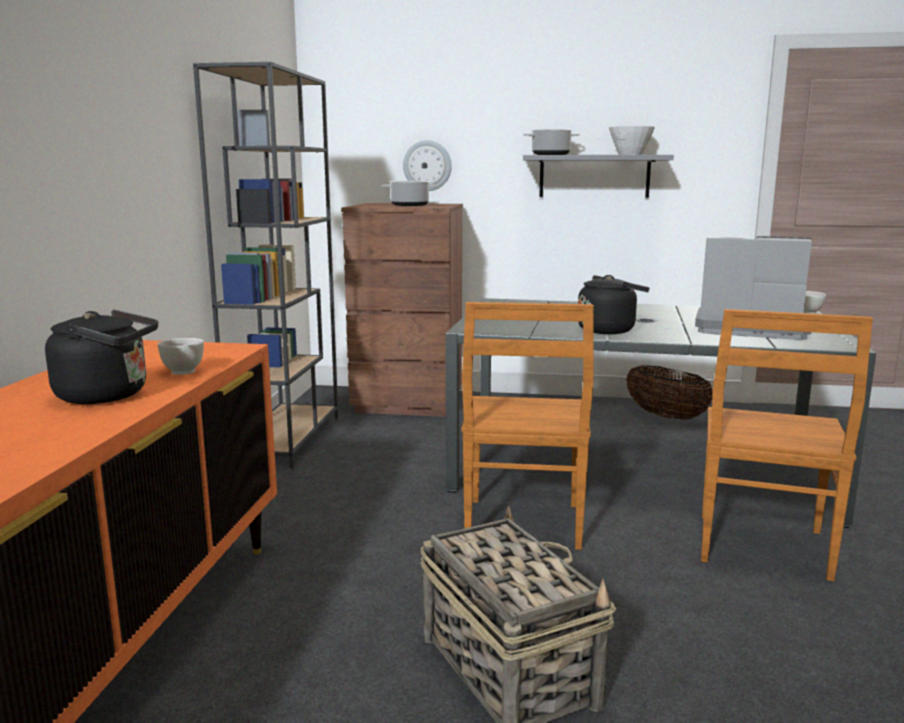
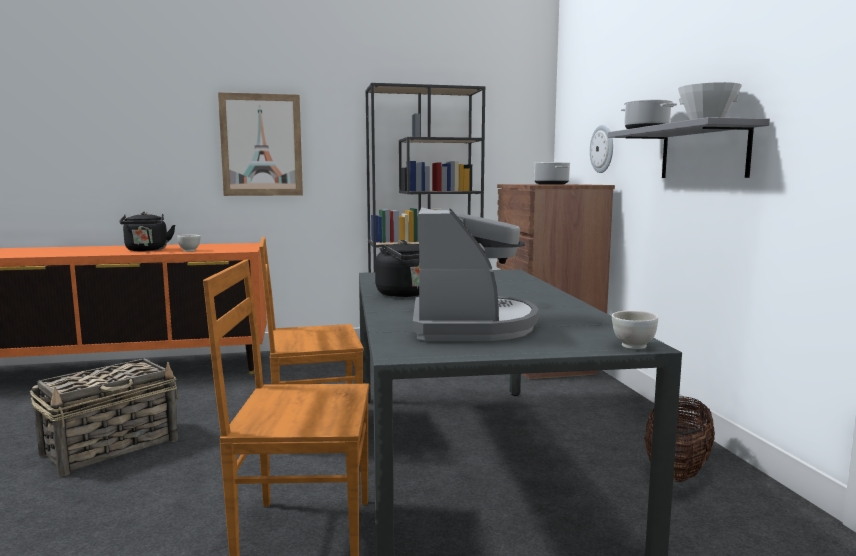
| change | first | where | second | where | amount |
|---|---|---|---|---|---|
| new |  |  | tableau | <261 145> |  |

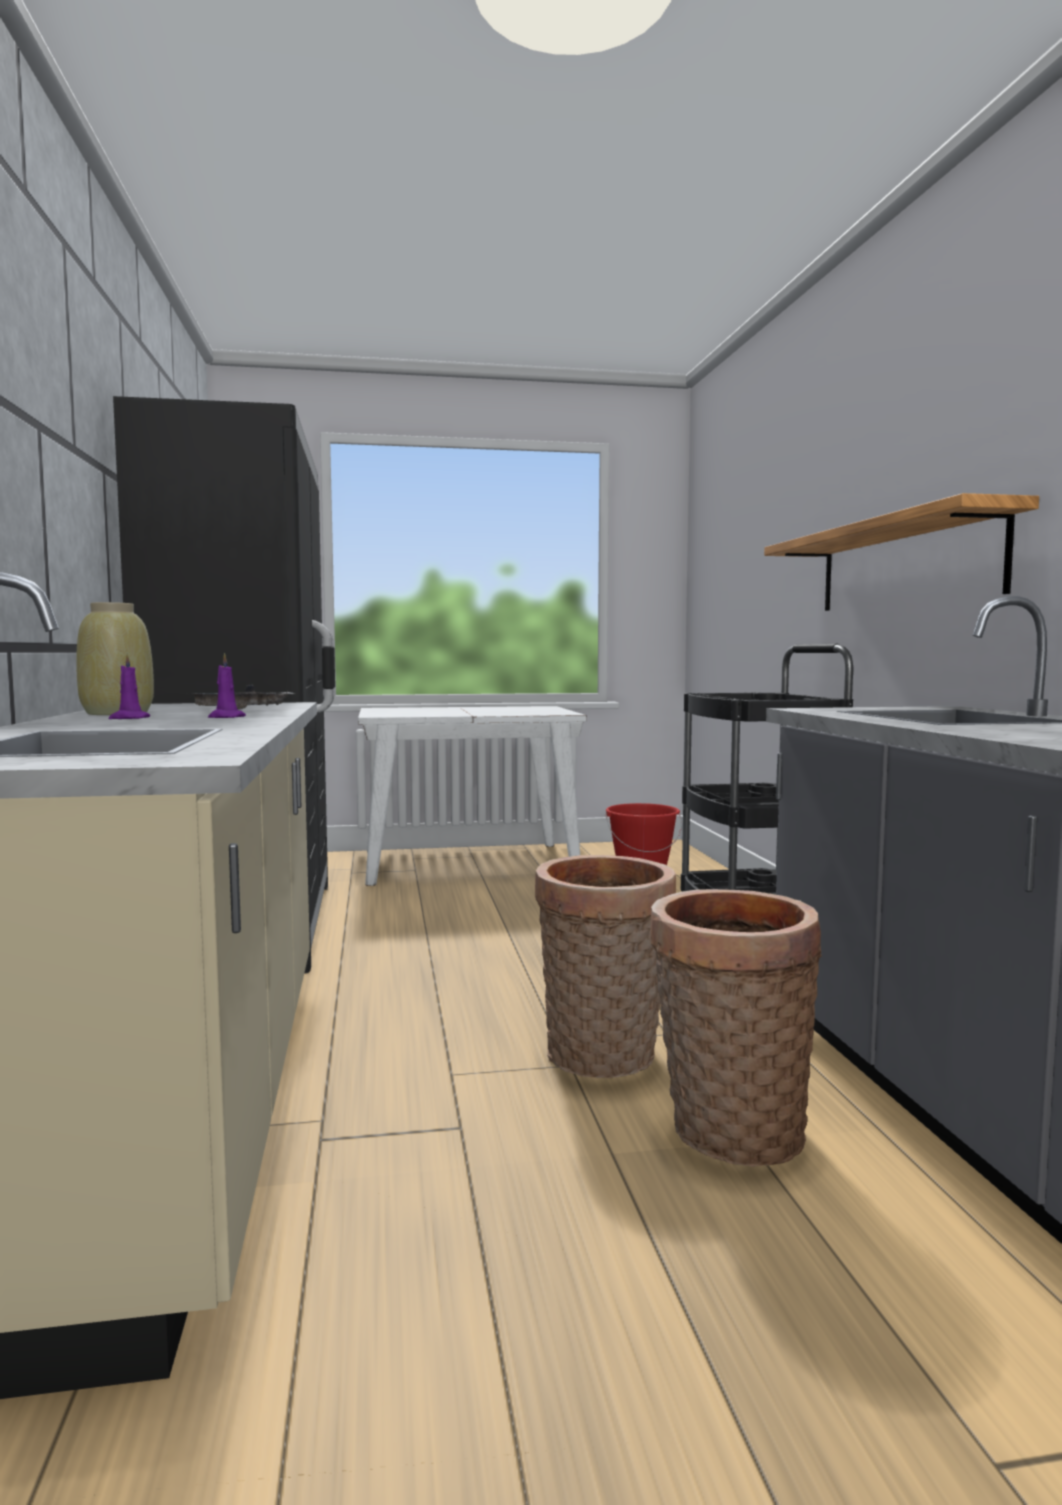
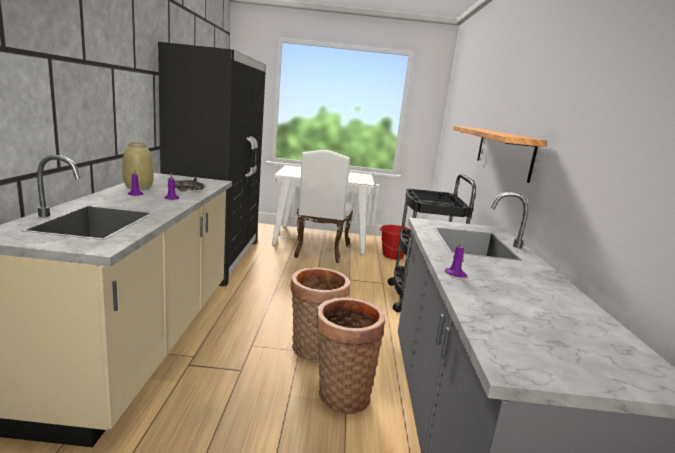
| change | first | where | second | where | amount |
|---|---|---|---|---|---|
| new |  |  | chaise (blanc) | <319 251> |  |
| new |  |  | bougie (violet) | <456 274> |  |

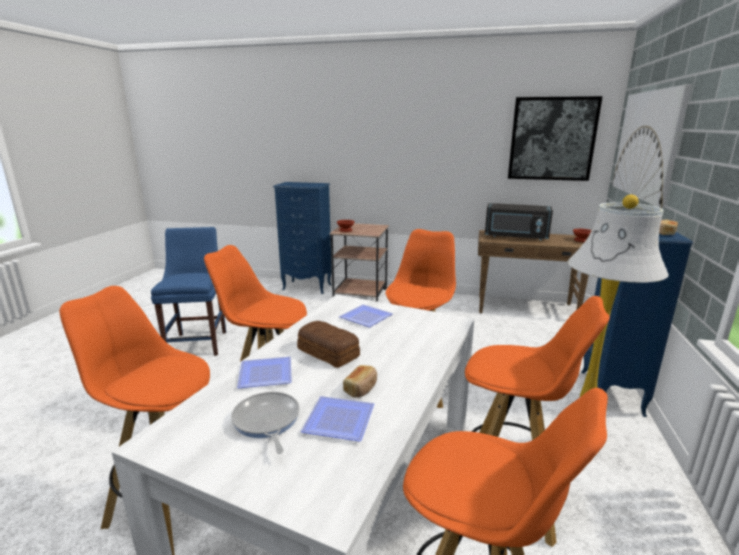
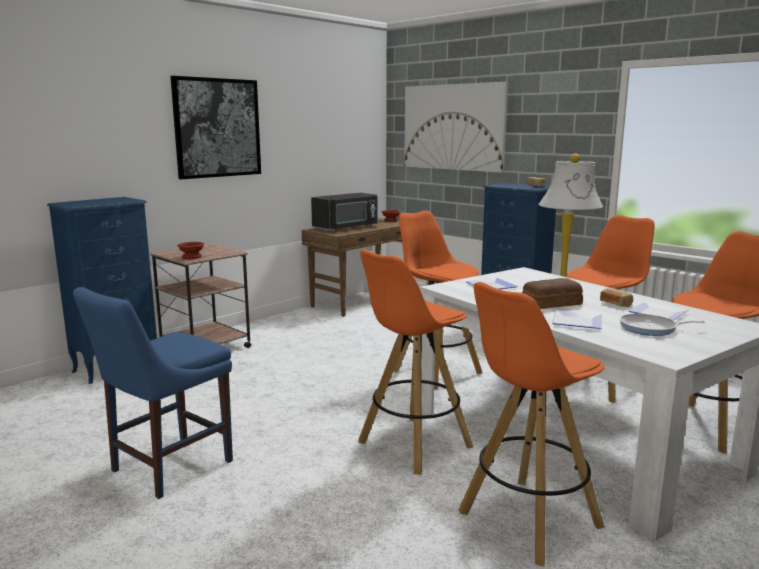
| change | first | where | second | where | amount |
|---|---|---|---|---|---|
| rotated | chaise (bleu) | <199 342> |  | <166 468> | 75 degrees counterclockwise |
| shifted | tableau | <552 139> |  | <217 128> |  |

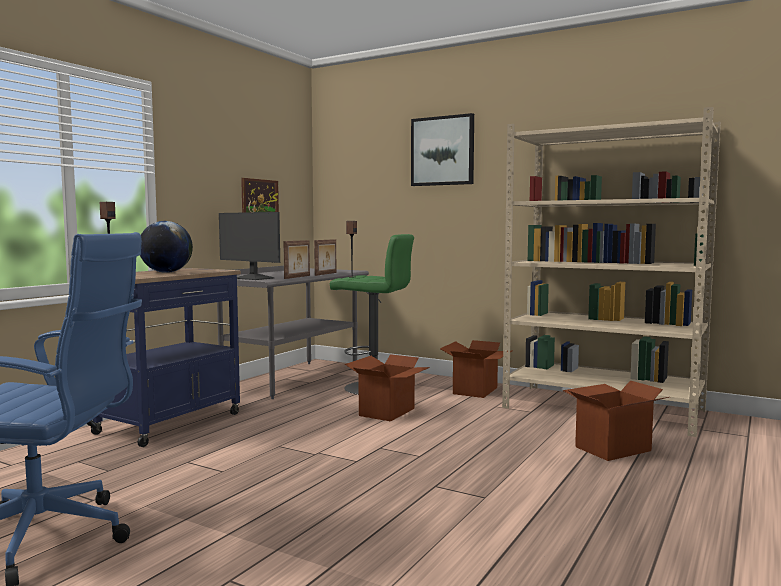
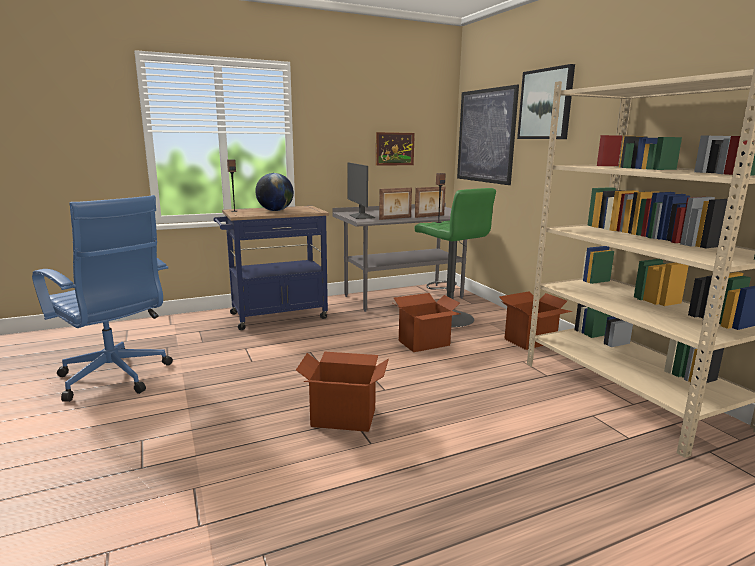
| change | first | where | second | where | amount |
|---|---|---|---|---|---|
| shifted | carton | <612 448> |  | <343 417> |  |
| new |  |  | tableau | <485 136> |  |

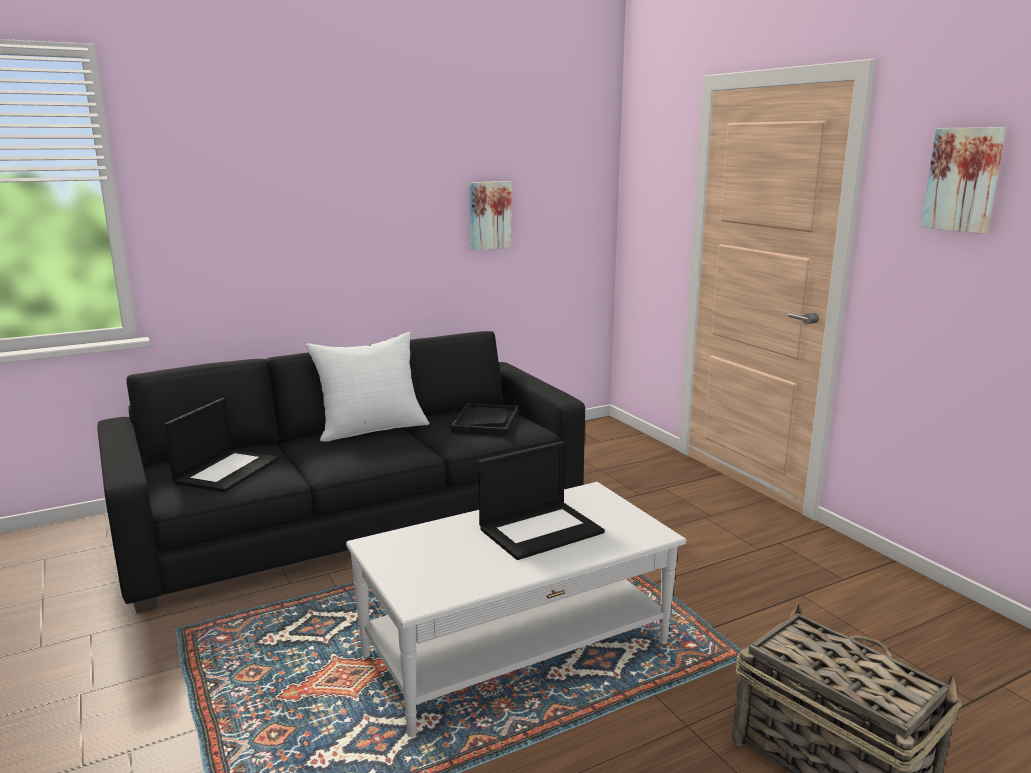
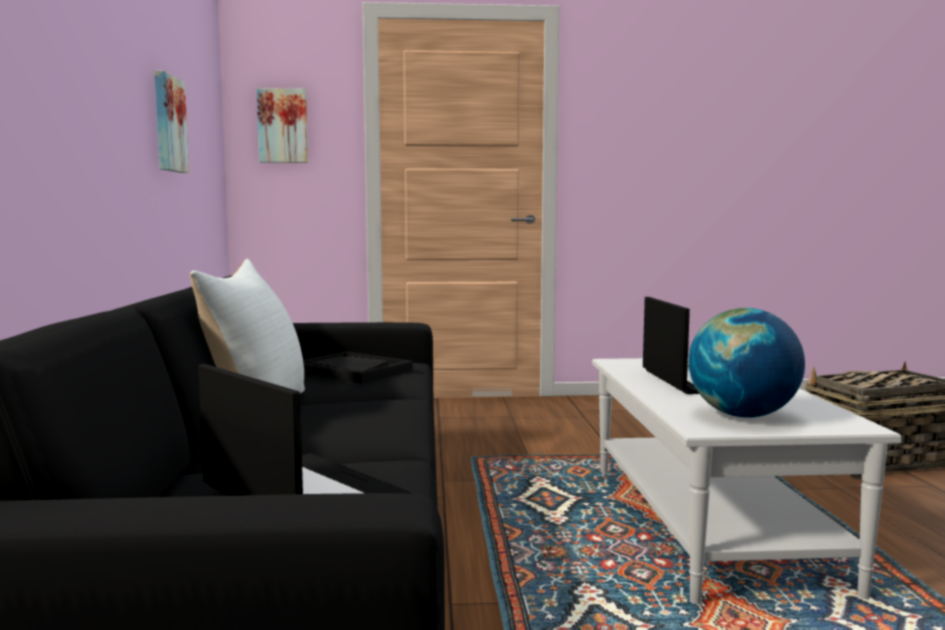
| change | first | where | second | where | amount |
|---|---|---|---|---|---|
| shifted | tableau | <964 179> |  | <283 126> |  |
| new |  |  | globe | <742 415> |  |

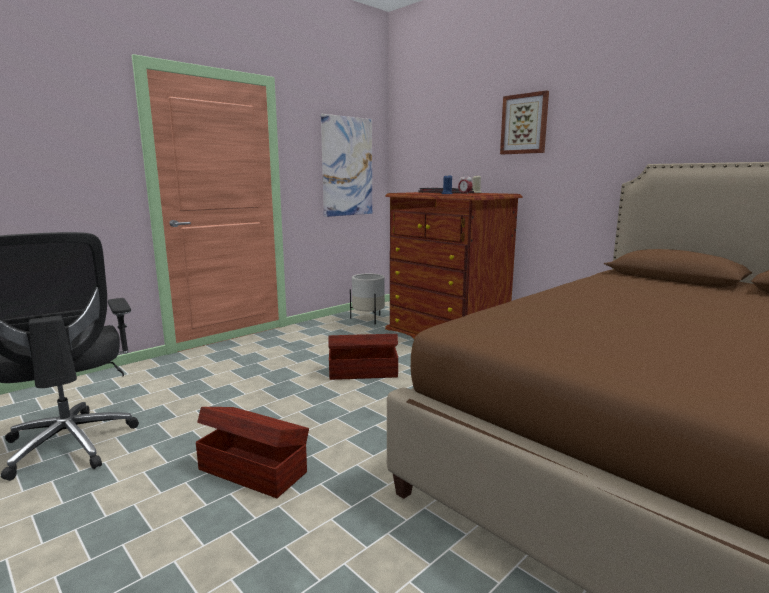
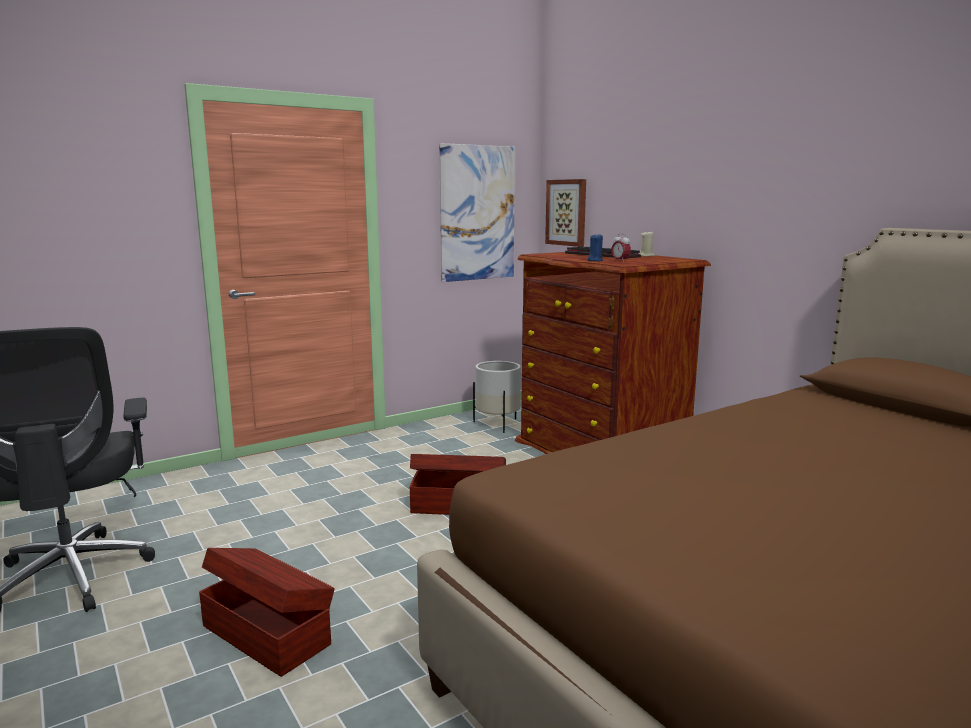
| change | first | where | second | where | amount |
|---|---|---|---|---|---|
| shifted | tableau | <524 124> |  | <567 212> |  |

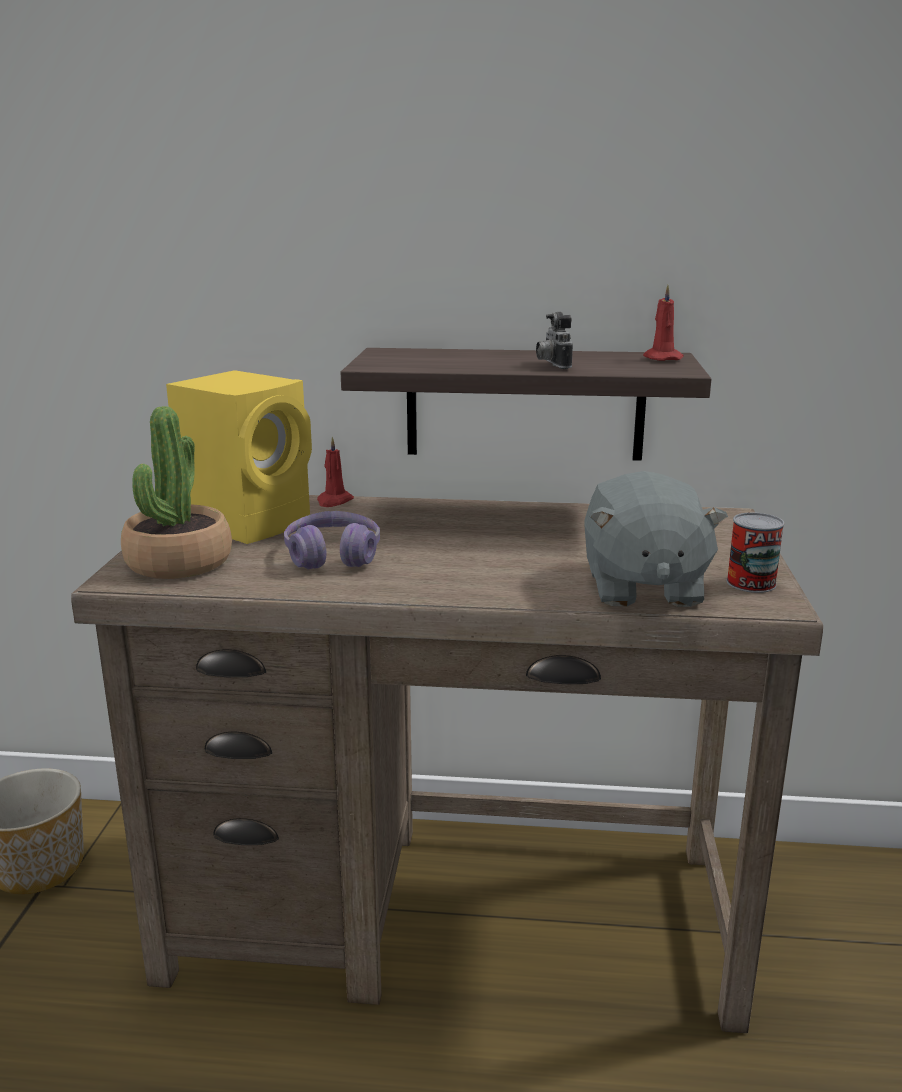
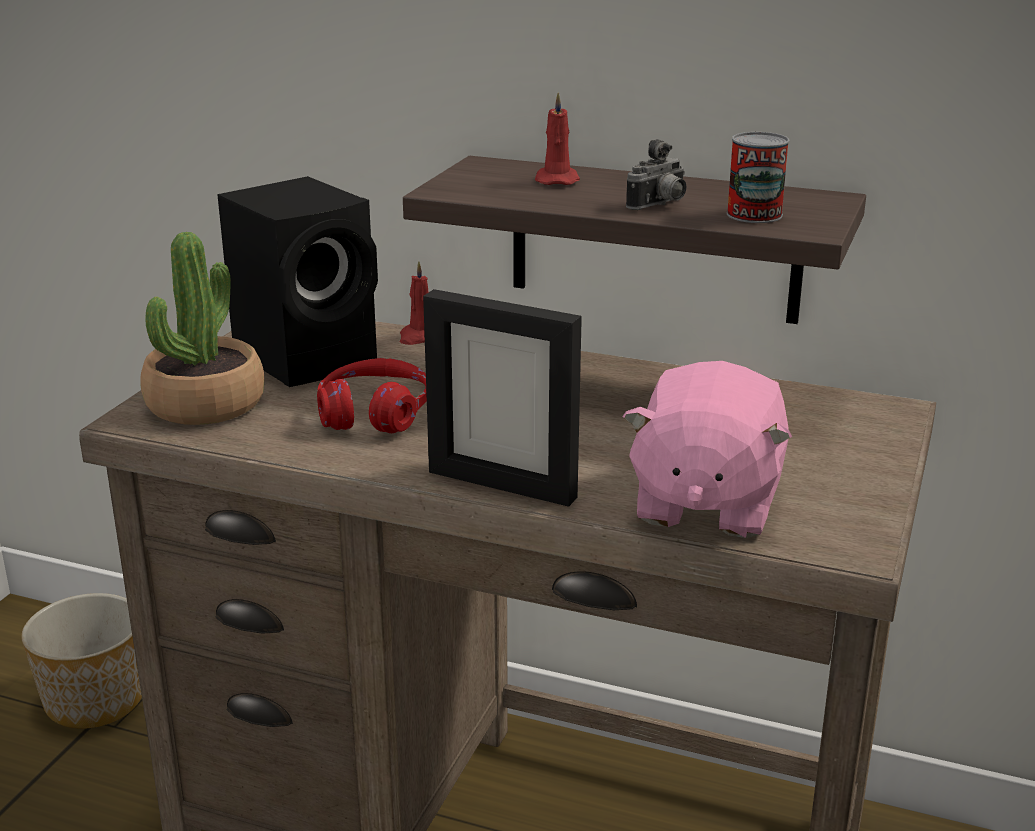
| change | first | where | second | where | amount |
|---|---|---|---|---|---|
| repainted | enceinte (jaune) | <250 522> | enceinte (noir) | <310 357> |  |
| repainted | casque audio (violet) | <333 555> | casque audio (rouge) | <374 414> |  |
| rotated | appareil photo | <552 365> |  | <660 205> | 135 degrees counterclockwise |
| repainted | peluche (gris) | <642 588> | peluche (rose) | <704 503> |  |
| shifted | bougie (rouge) | <661 358> |  | <557 180> |  |
| shifted | boîte métallique | <751 583> |  | <754 214> |  |
| new |  |  | cadre photo | <503 483> |  |

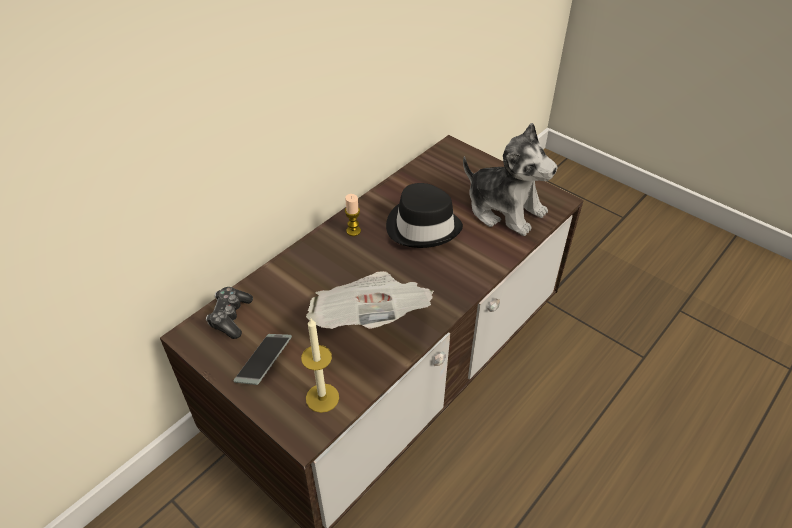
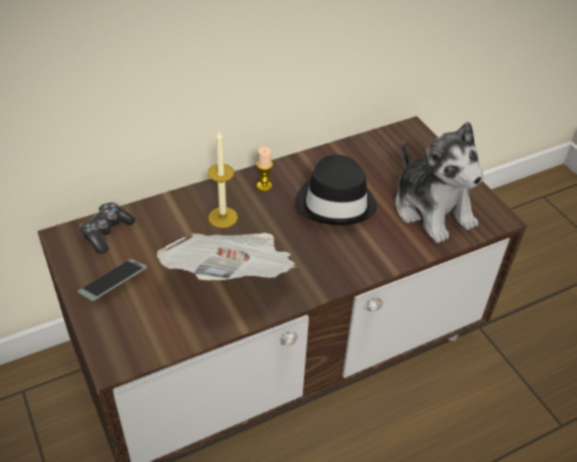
| change | first | where | second | where | amount |
|---|---|---|---|---|---|
| shifted | bougie | <322 398> |  | <223 217> |  |

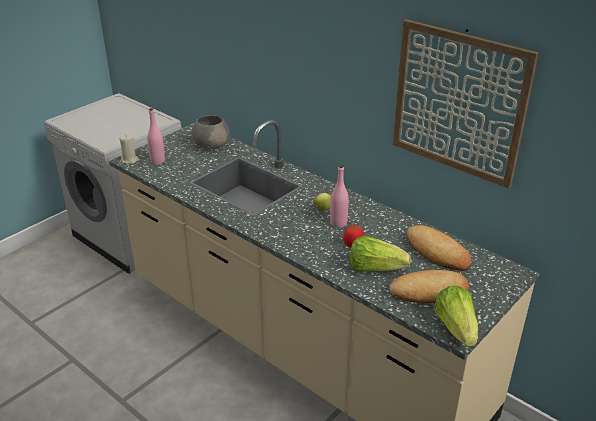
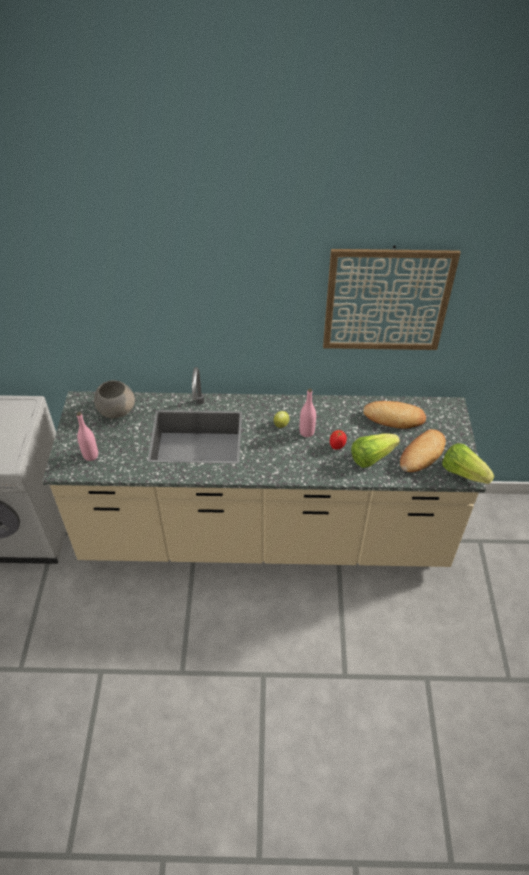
| change | first | where | second | where | amount |
|---|---|---|---|---|---|
| gone | bougie (beige) | <130 160> |  |  |  |

